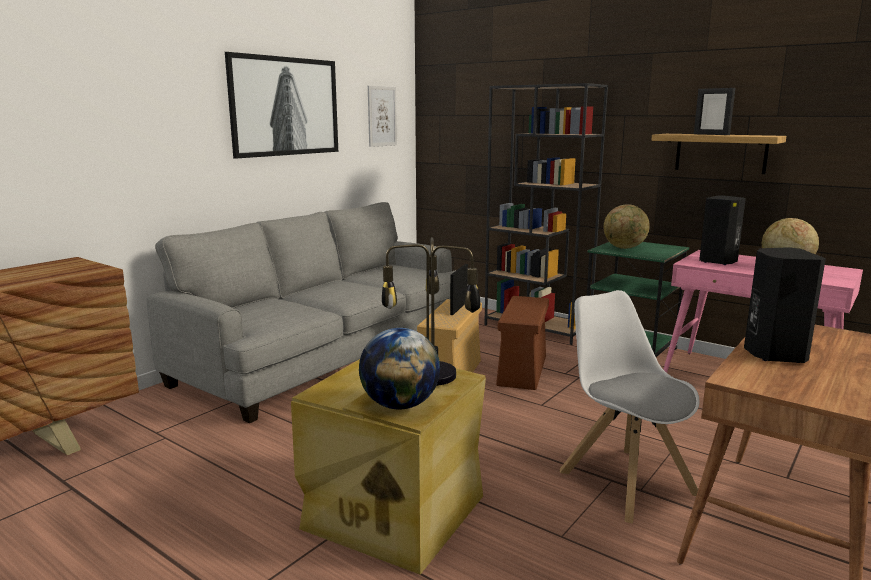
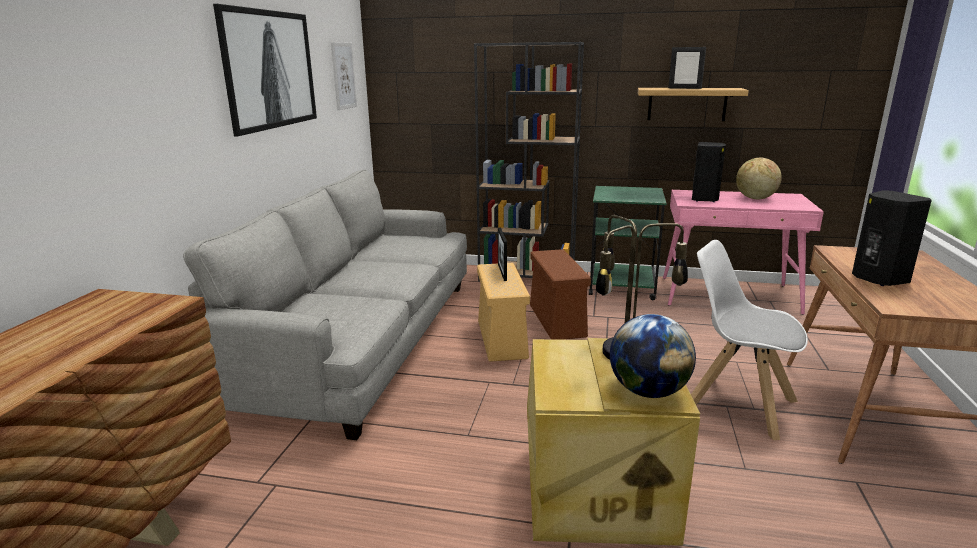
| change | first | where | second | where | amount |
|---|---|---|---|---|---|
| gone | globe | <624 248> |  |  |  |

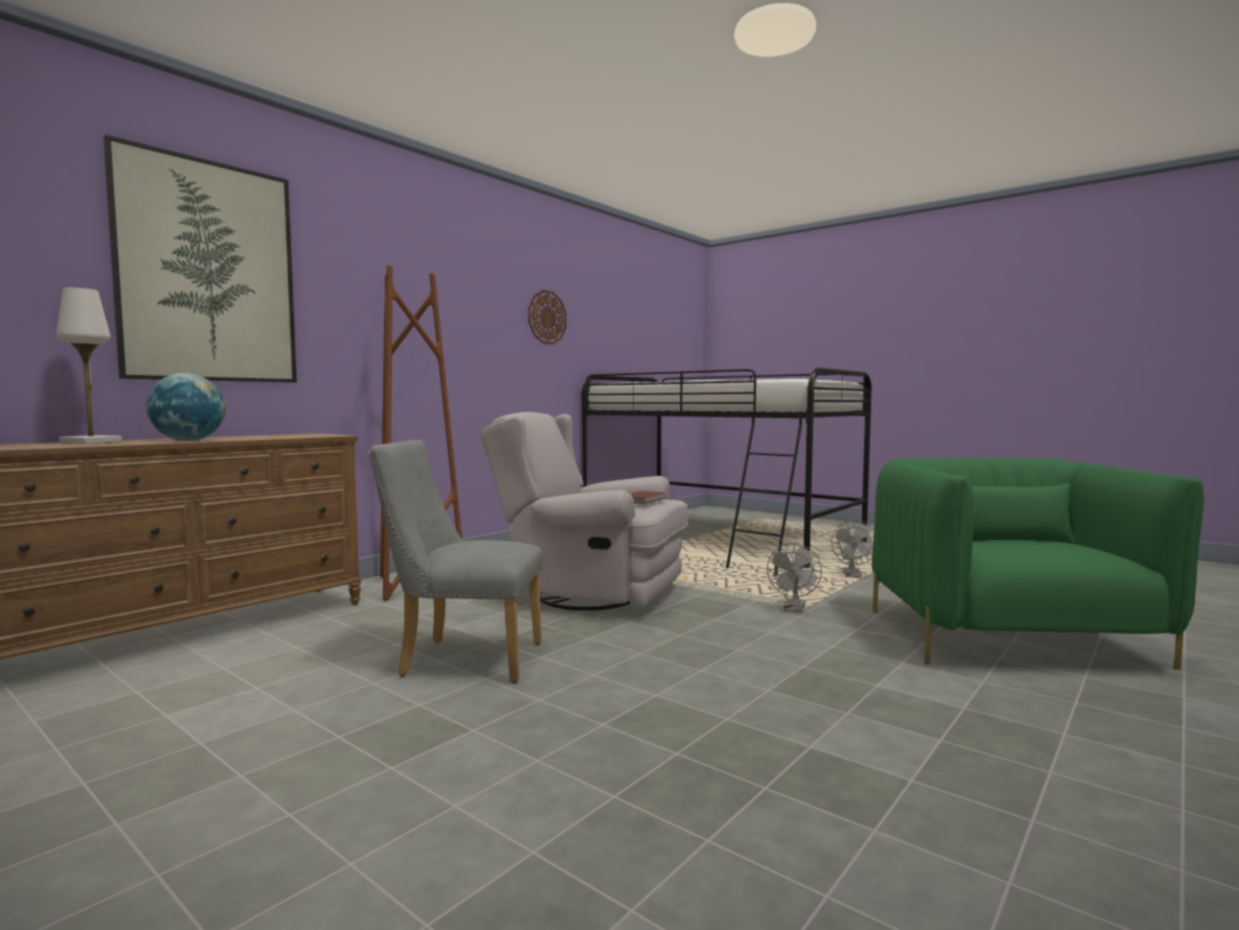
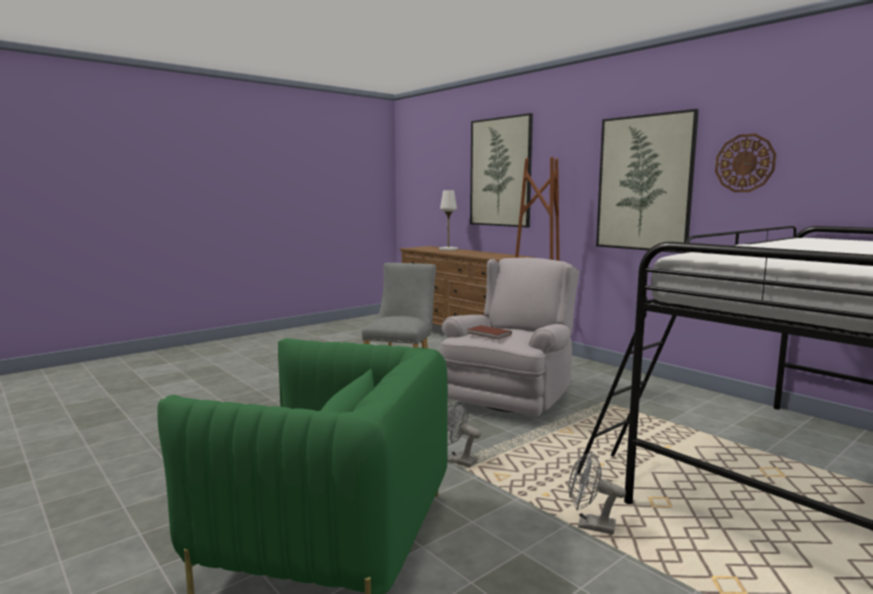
| change | first | where | second | where | amount |
|---|---|---|---|---|---|
| gone | globe | <188 440> |  |  |  |
| new |  |  | tableau | <644 183> |  |

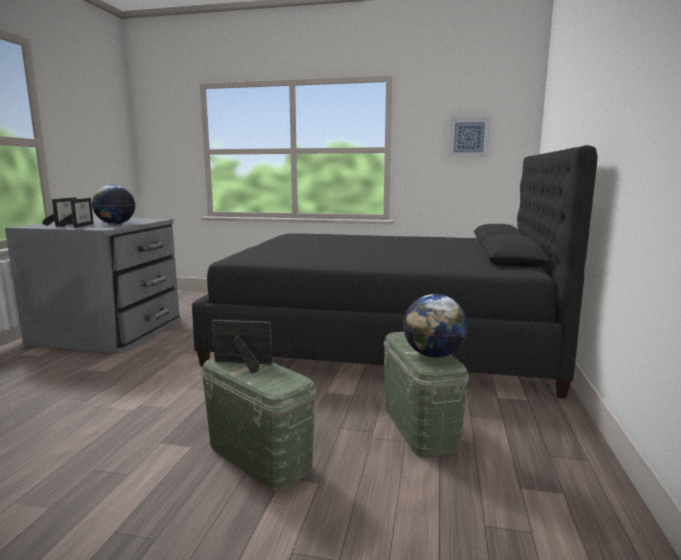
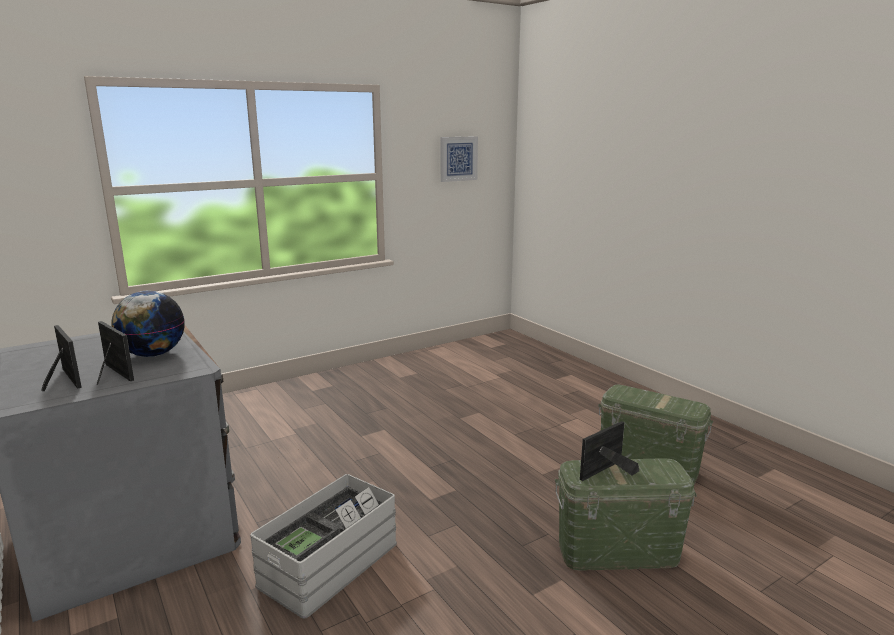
| change | first | where | second | where | amount |
|---|---|---|---|---|---|
| gone | lit (noir) | <384 338> |  |  |  |
| gone | globe | <433 355> |  |  |  |
| new |  |  | boîte de rangement (gris) | <328 563> |  |

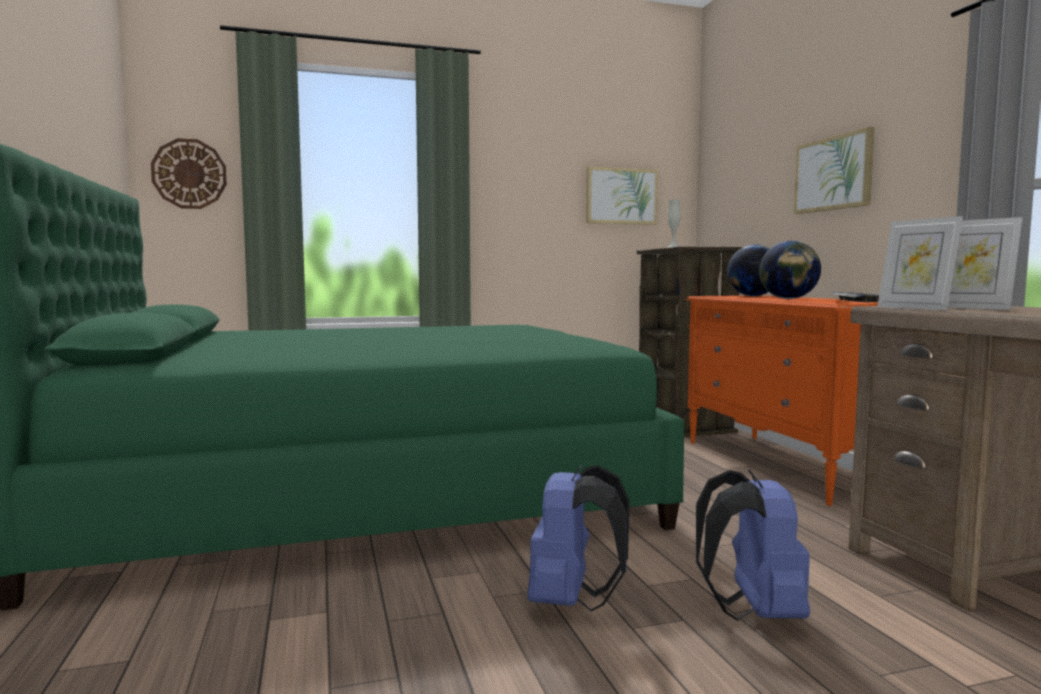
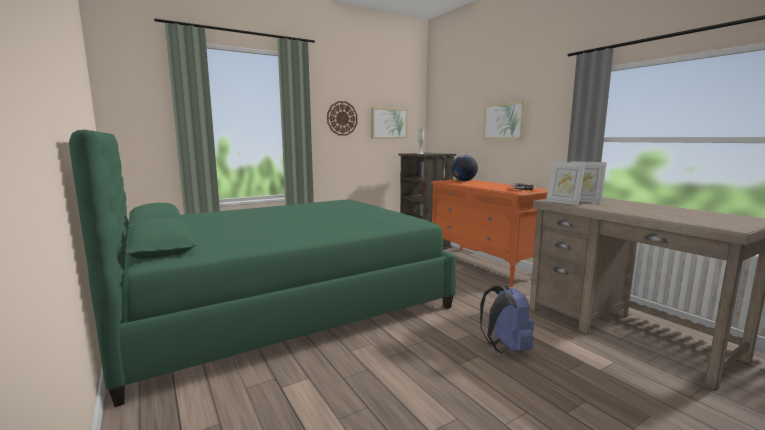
| change | first | where | second | where | amount |
|---|---|---|---|---|---|
| shifted | horloge murale | <189 174> |  | <342 118> |  |
| gone | sac à dos (bleu) | <572 601> |  |  |  |
| gone | globe | <788 299> |  |  |  |

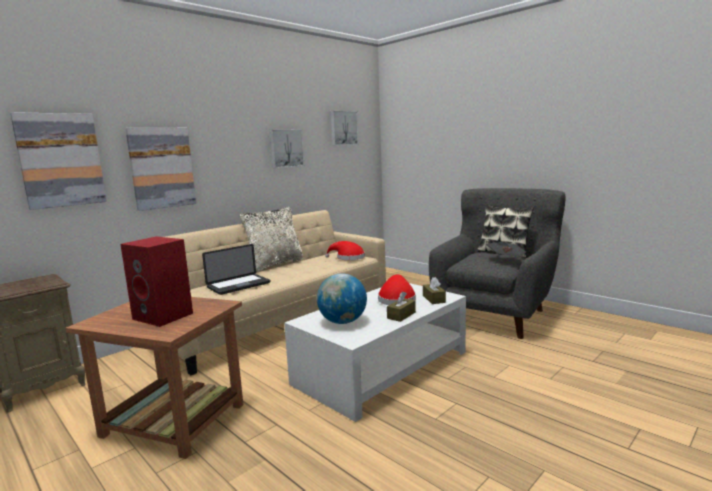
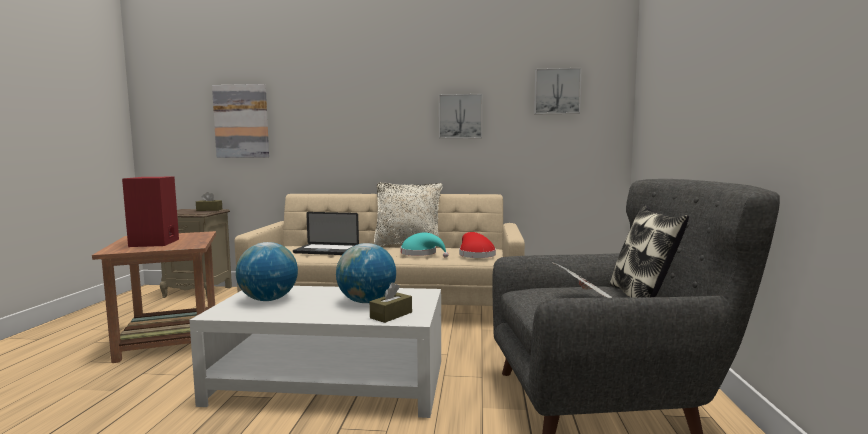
| change | first | where | second | where | amount |
|---|---|---|---|---|---|
| gone | tableau | <162 168> |  |  |  |
| swapped | chapeau (rouge) | <396 299> | globe | <366 301> |  |
| shifted | boîte à mouchoirs (marron) | <401 315> |  | <209 210> |  |
| new |  |  | chapeau (turquoise) | <421 254> |  |

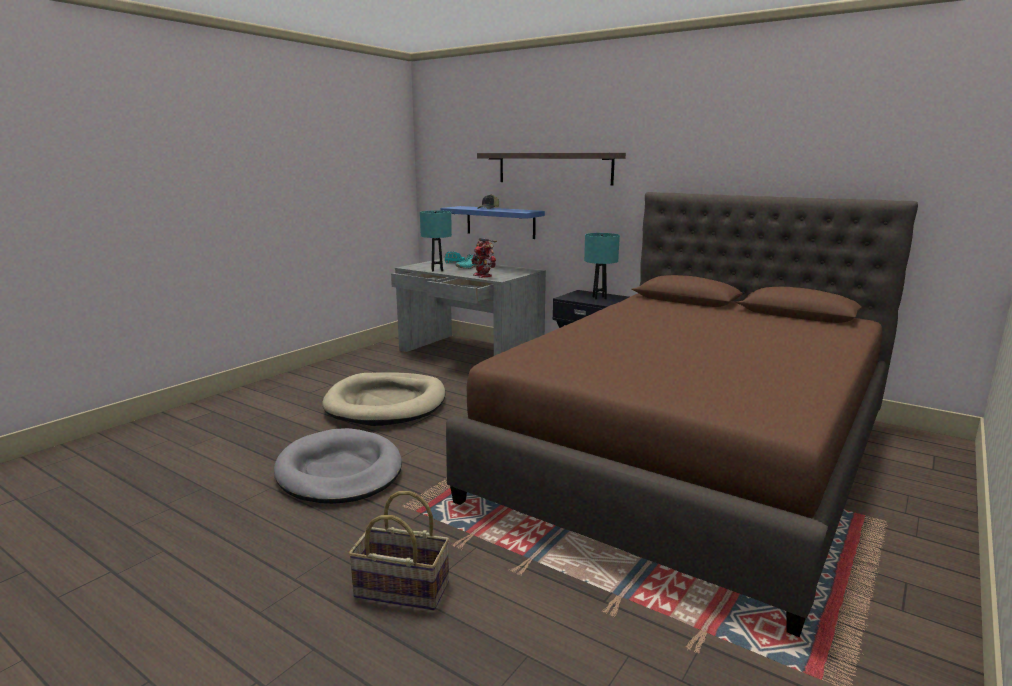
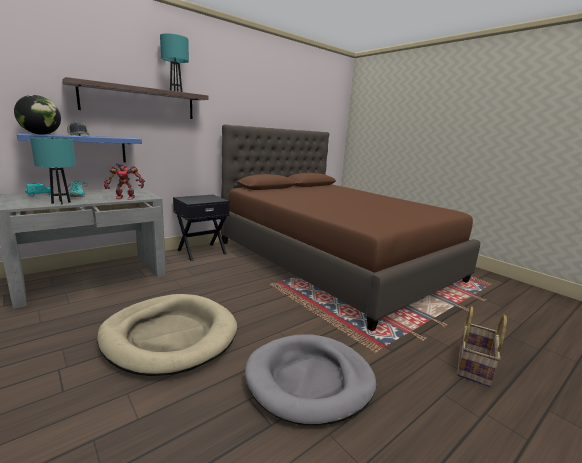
| change | first | where | second | where | amount |
|---|---|---|---|---|---|
| shifted | lampe de table (turquoise) | <599 298> |  | <176 92> |  |
| new |  |  | globe | <41 134> |  |

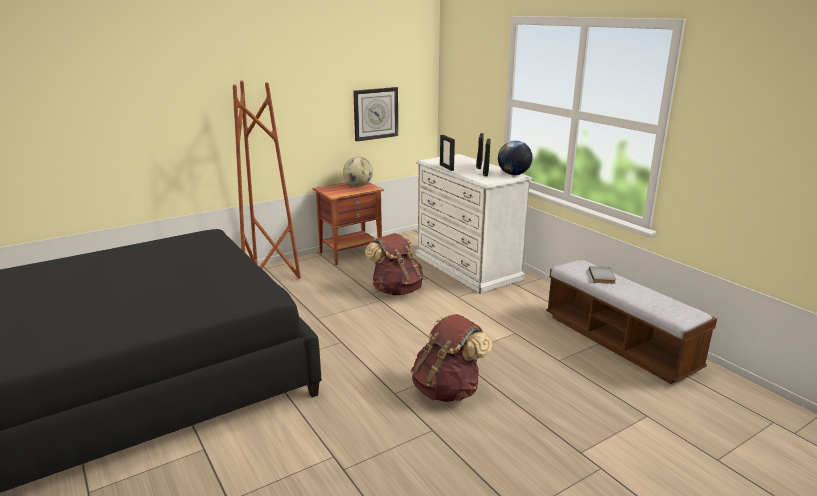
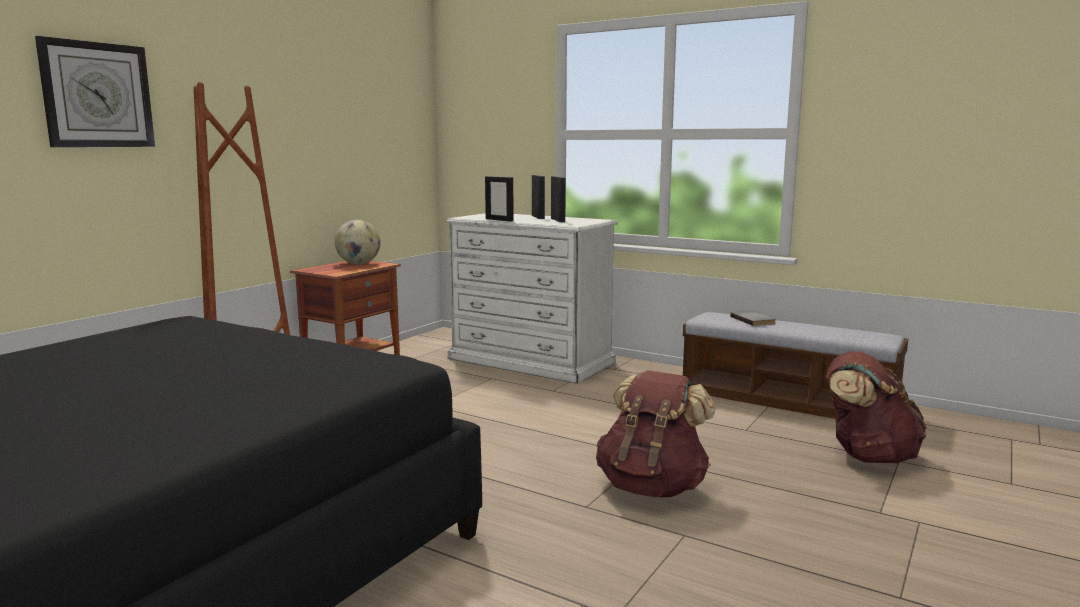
| change | first | where | second | where | amount |
|---|---|---|---|---|---|
| shifted | horloge murale | <375 113> |  | <97 95> |  |
| shifted | sac à dos (marron) | <396 290> |  | <867 455> |  |
| gone | globe | <514 174> |  |  |  |

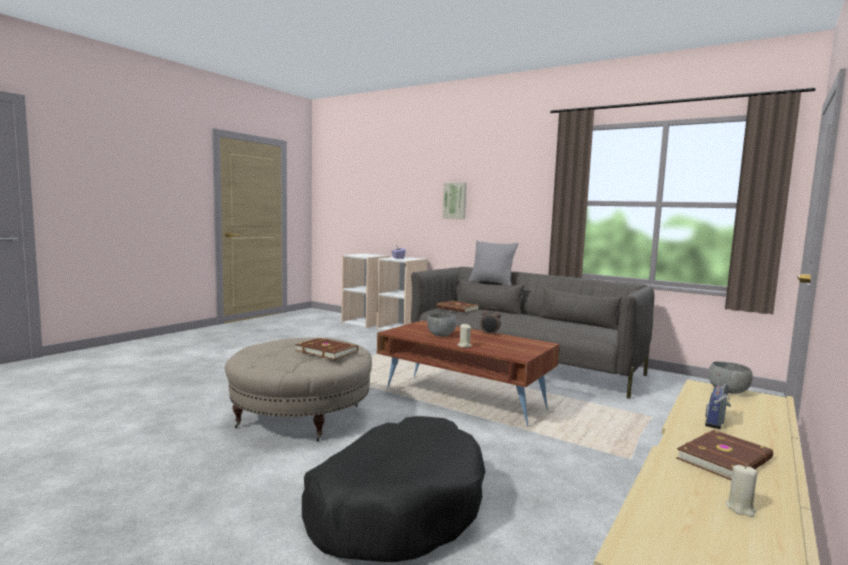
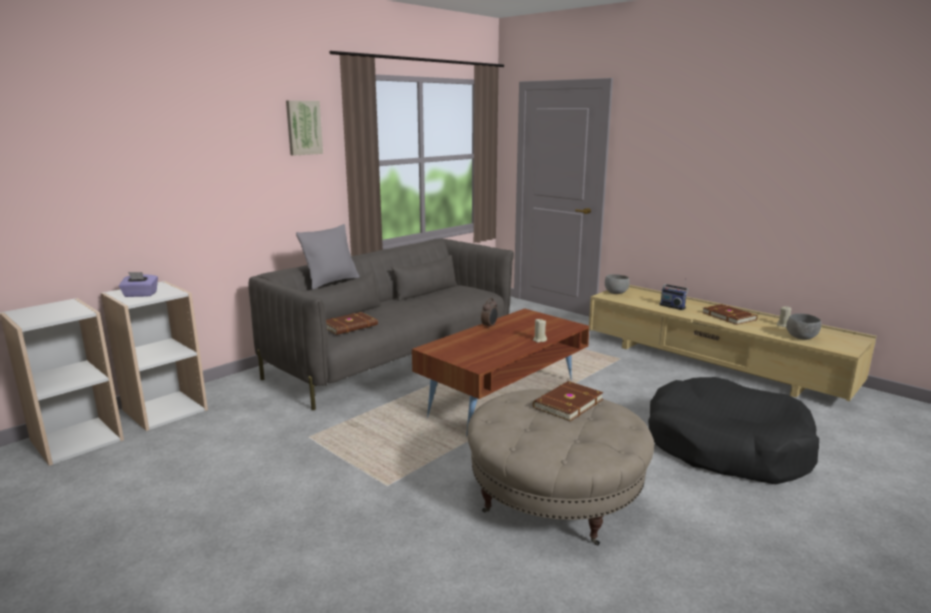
| change | first | where | second | where | amount |
|---|---|---|---|---|---|
| shifted | bol (gris) | <441 335> |  | <802 338> |  |
| shifted | tableau | <455 200> |  | <303 127> |  |

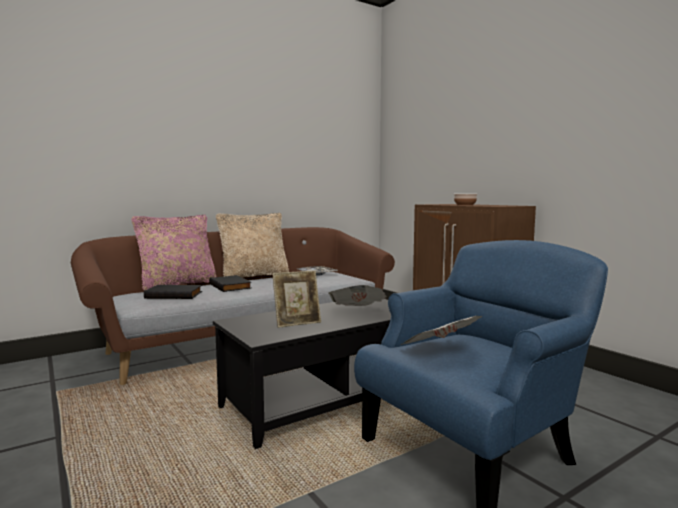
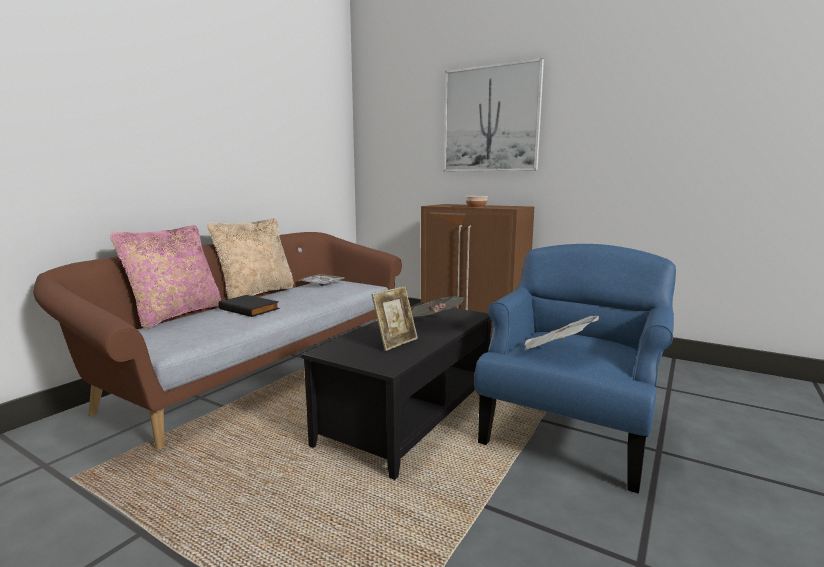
| change | first | where | second | where | amount |
|---|---|---|---|---|---|
| gone | livre (noir) | <174 295> |  |  |  |
| new |  |  | tableau | <491 119> |  |

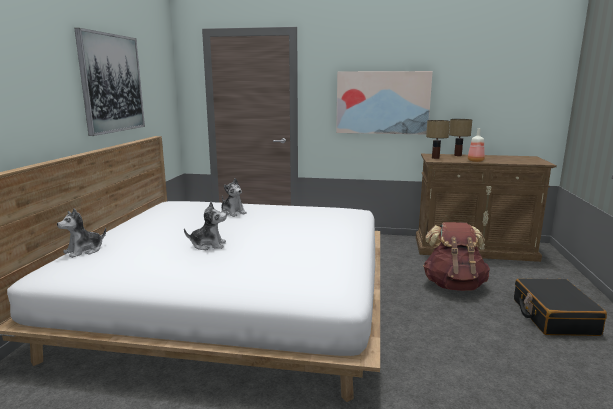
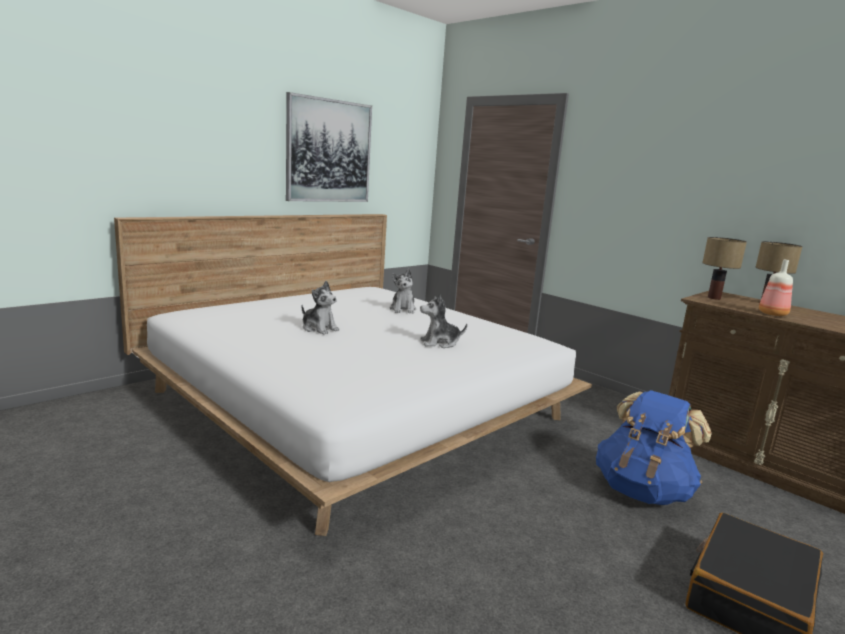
| change | first | where | second | where | amount |
|---|---|---|---|---|---|
| shifted | peluche | <84 251> |  | <440 343> |  |
| gone | tableau | <382 102> |  |  |  |
| repainted | sac à dos (marron) | <453 285> | sac à dos (bleu) | <643 490> |  |

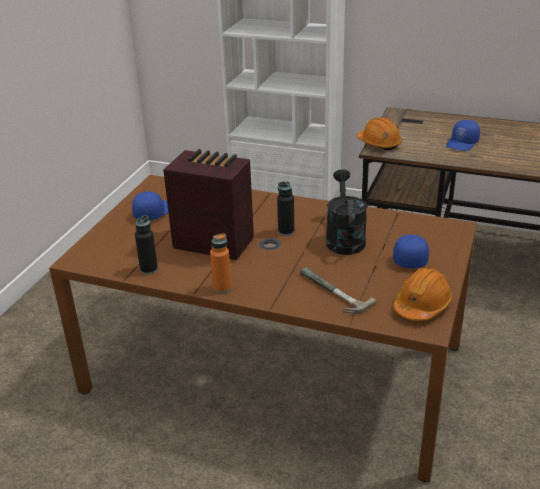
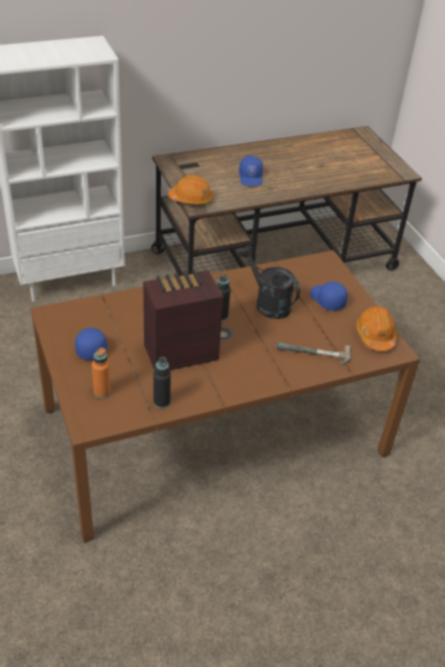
| change | first | where | second | where | amount |
|---|---|---|---|---|---|
| shifted | bouteille (orange) | <222 288> |  | <102 392> |  |

